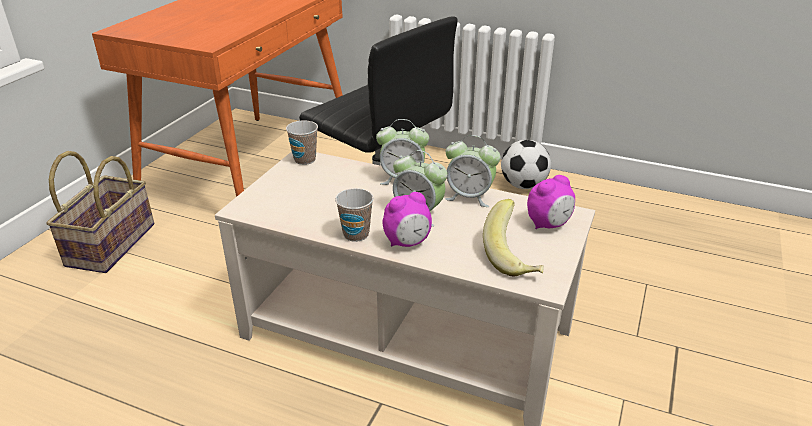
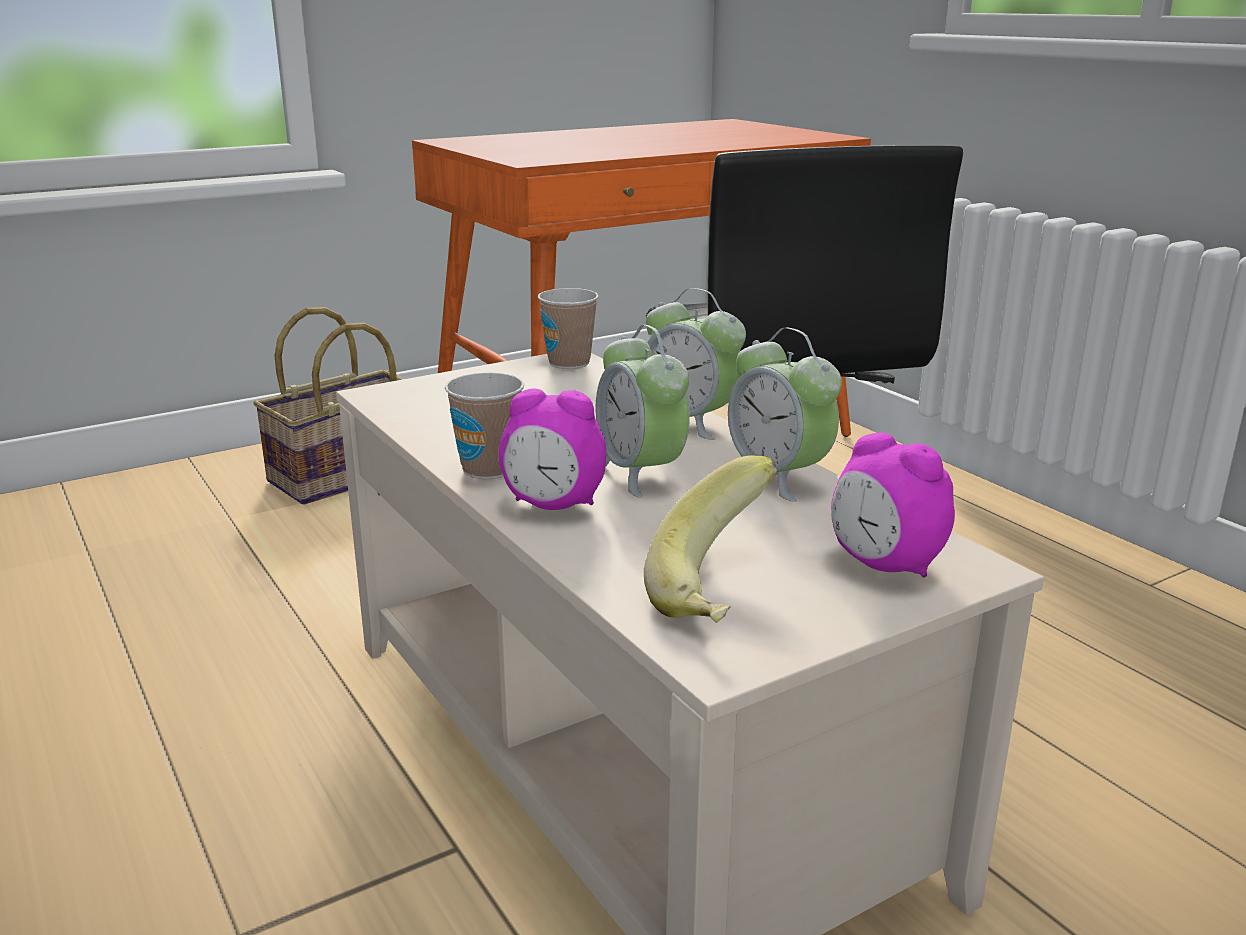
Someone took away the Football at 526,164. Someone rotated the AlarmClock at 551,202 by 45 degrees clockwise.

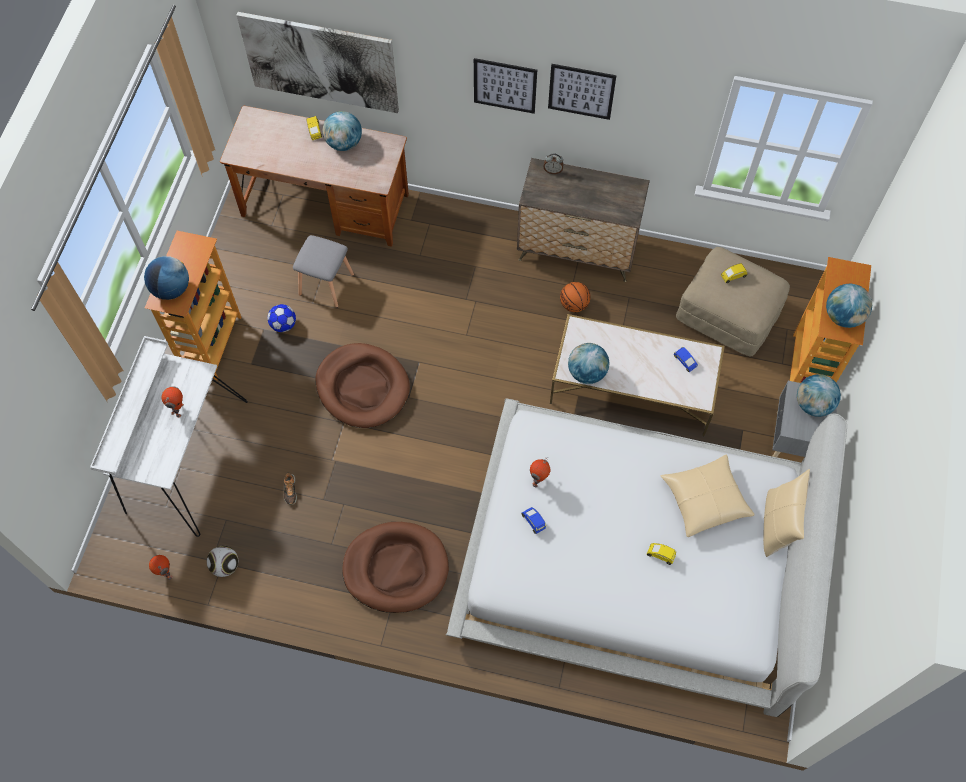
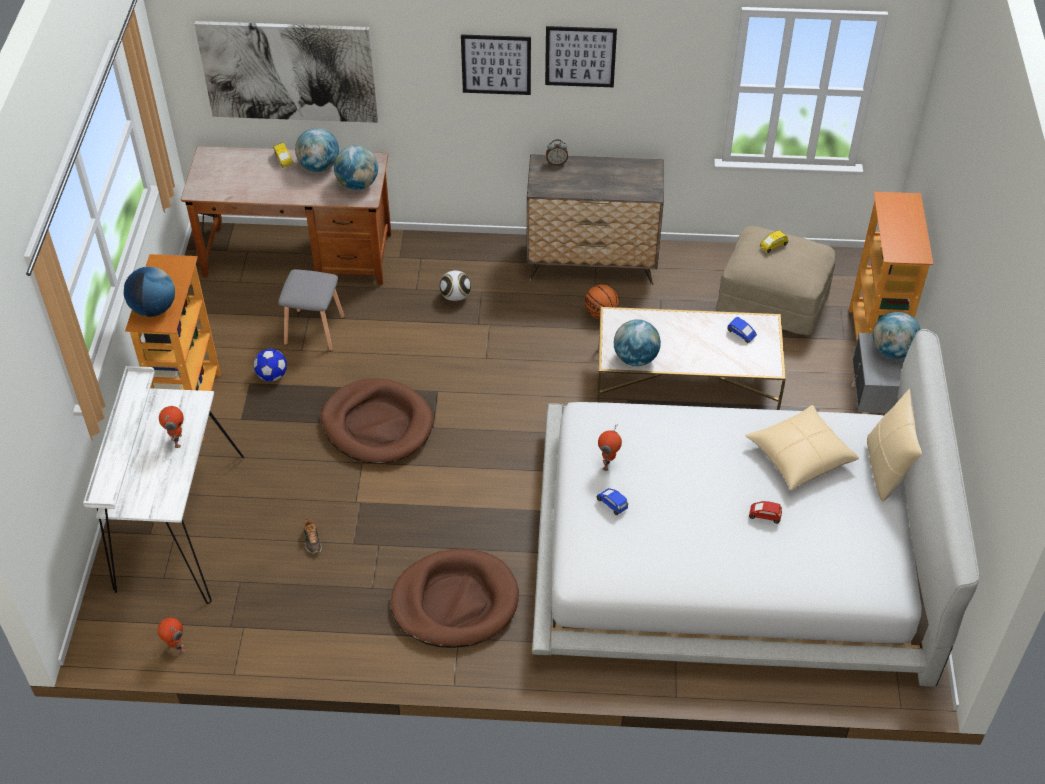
Someone carried the Football from 222,561 to 455,286. Someone repainted the YellowToyCar at 661,554, which became the RedToyCar at 765,512. Someone carried the Globe from 849,306 to 356,167.

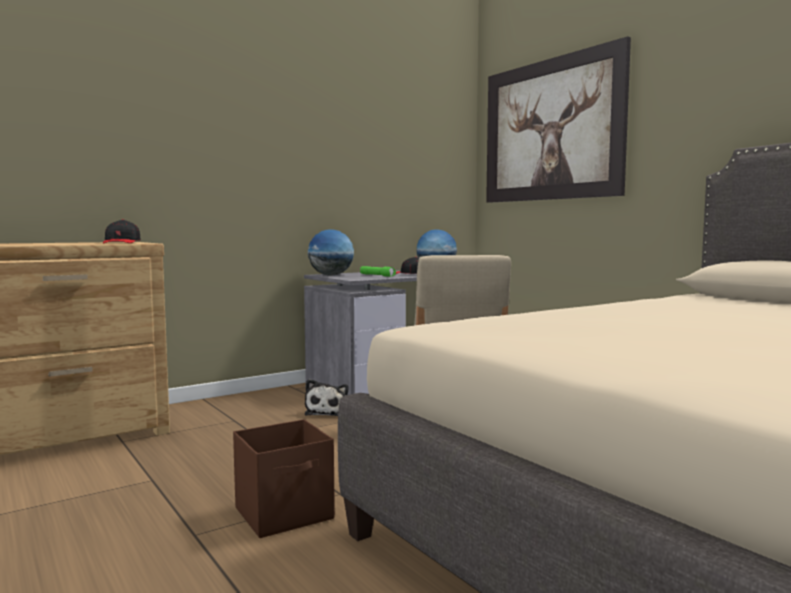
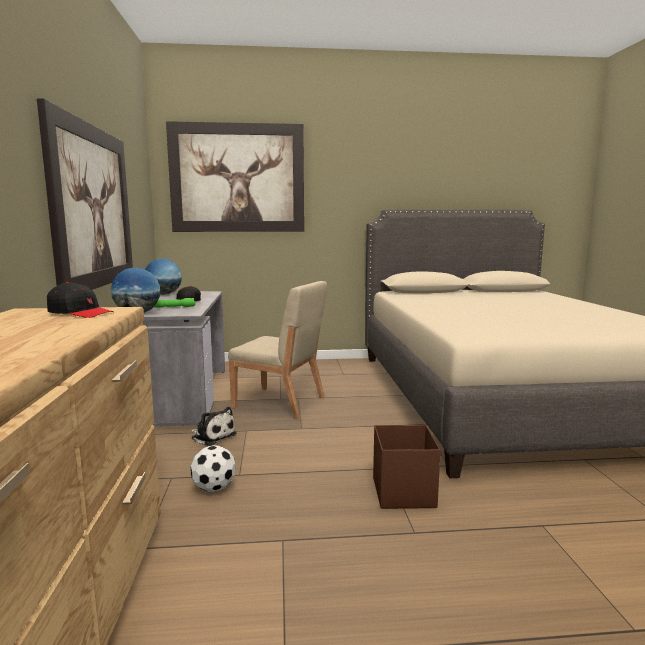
Someone put up the Picture at 85,194. Someone put down the Football at 213,468.

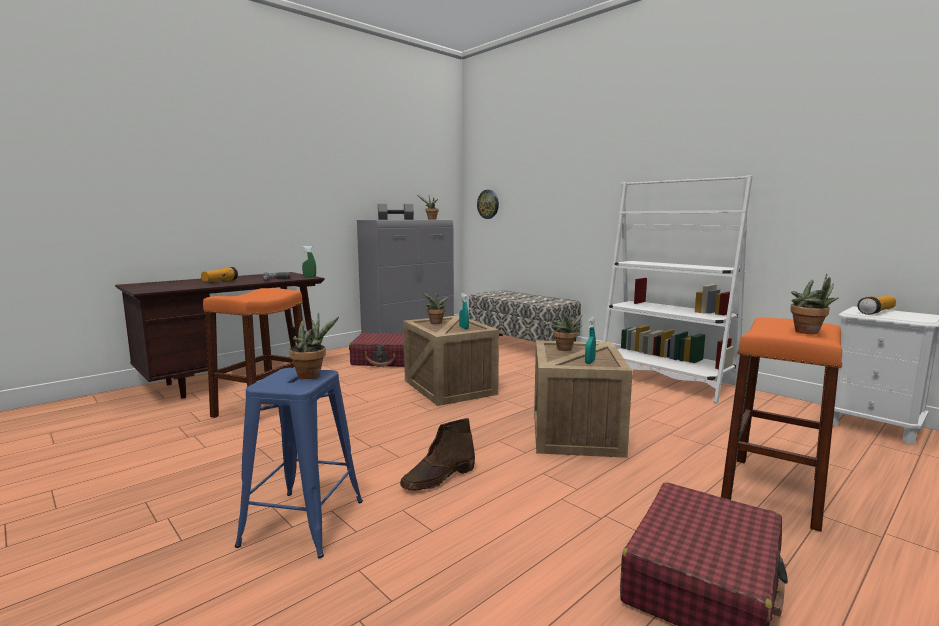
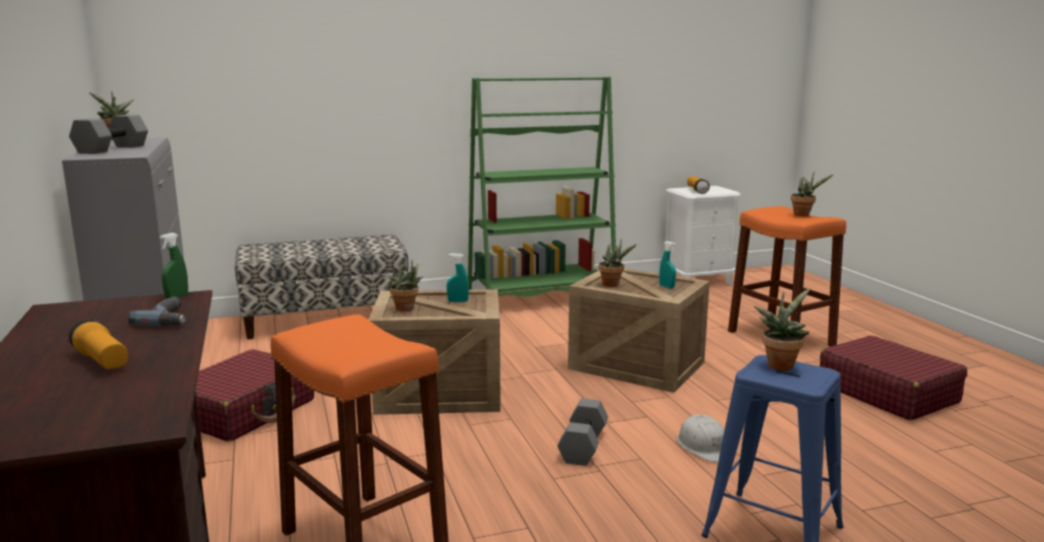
Someone swapped the BrownBoot at 437,454 for the WhiteHardHat at 700,438. Someone took away the WallClock at 488,204. Someone repainted the WhiteBookcase at 677,289, which became the GreenBookcase at 542,186. Someone put down the GreyDumbbell at 582,432.

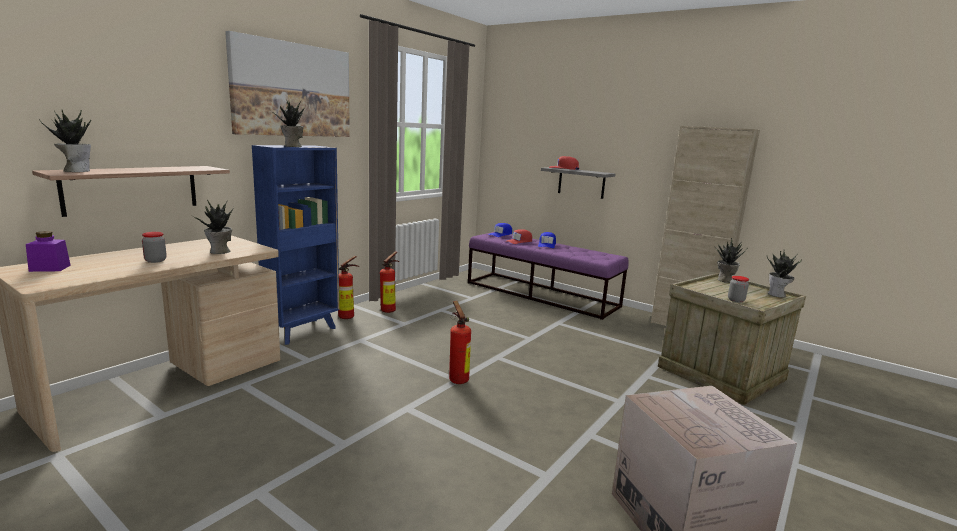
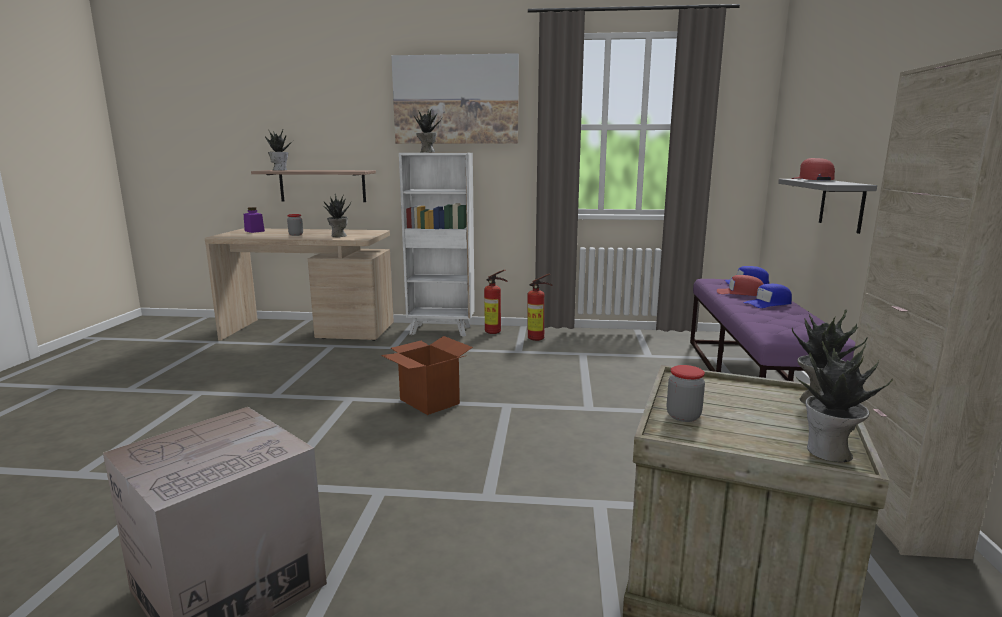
Someone repainted the BlueBookcase at 295,245, which became the WhiteBookcase at 437,245. Someone swapped the FireExtinguisher at 460,342 for the CardboardBox at 427,375.

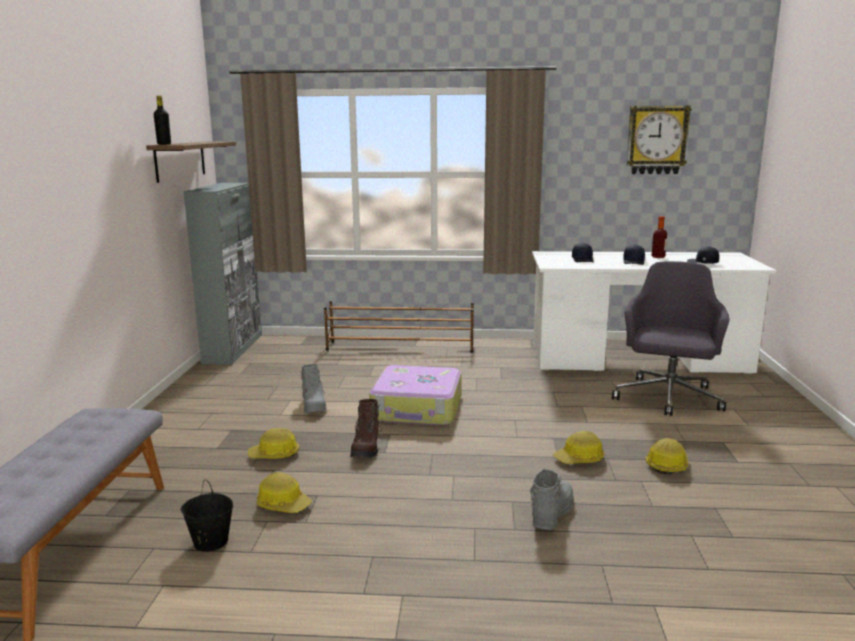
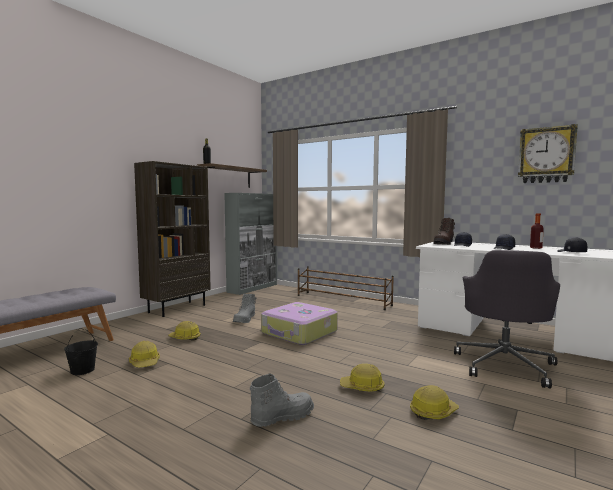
Someone carried the BrownBoot from 366,428 to 444,231. Someone rotated the GreyOfficeChair at 670,338 by 150 degrees clockwise. Someone put down the BrownBookcase at 172,239.

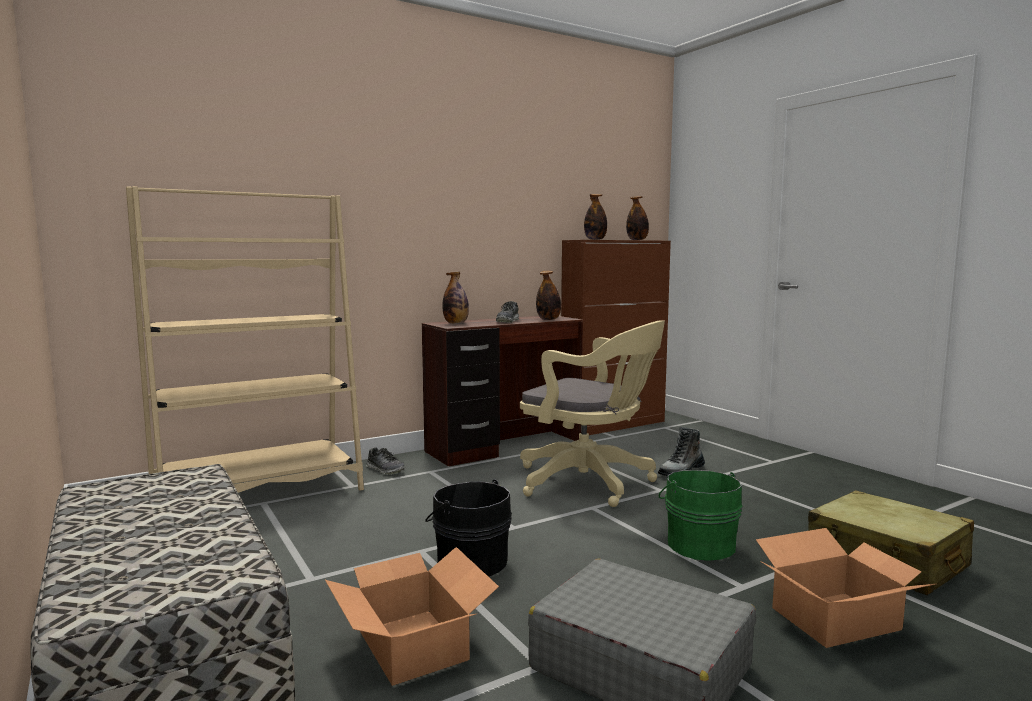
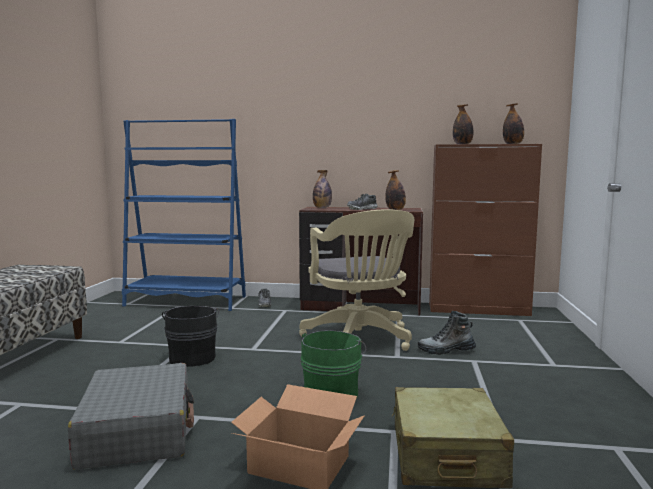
Someone repainted the BeigeBookcase at 245,339, which became the BlueBookcase at 184,215. Someone took away the CardboardBox at 412,616.

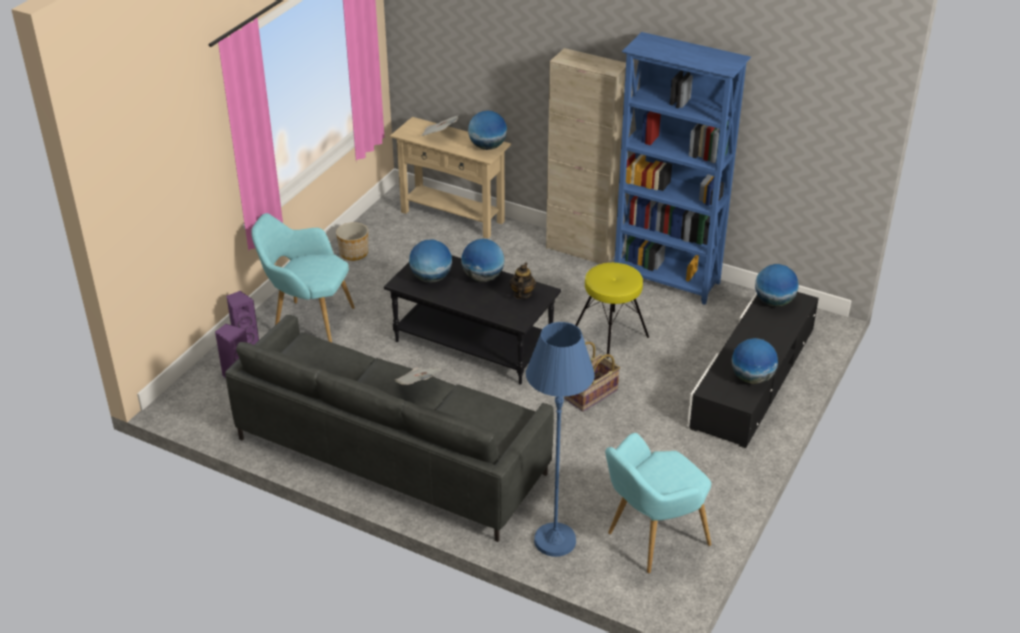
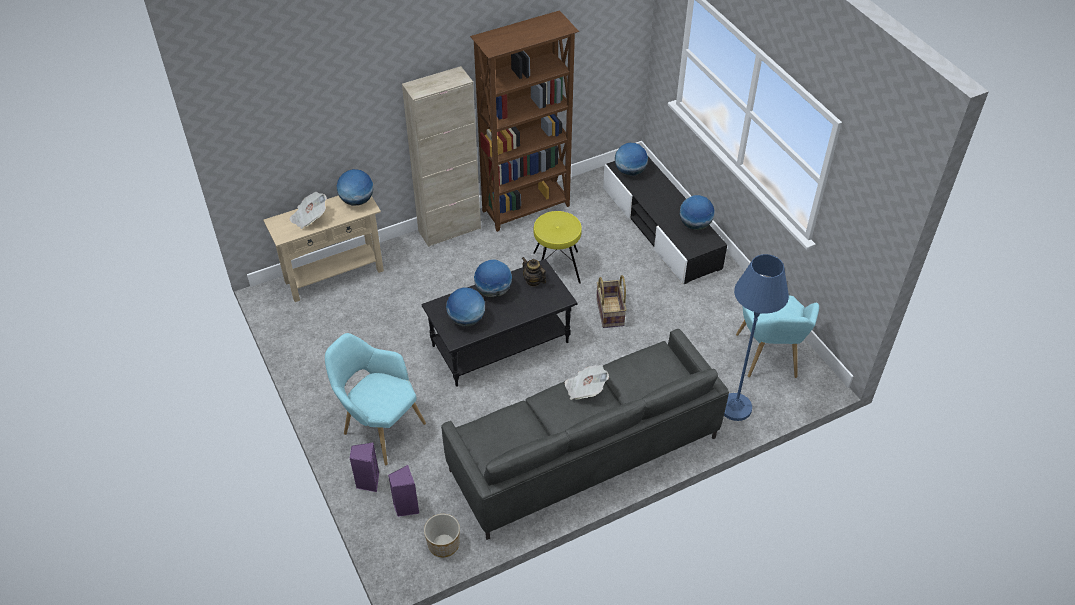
Someone rotated the TurquoiseArmchair at 303,277 by 75 degrees clockwise. Someone carried the Planter from 352,241 to 442,535. Someone repainted the BlueBookcase at 682,168, which became the BrownBookcase at 524,121.

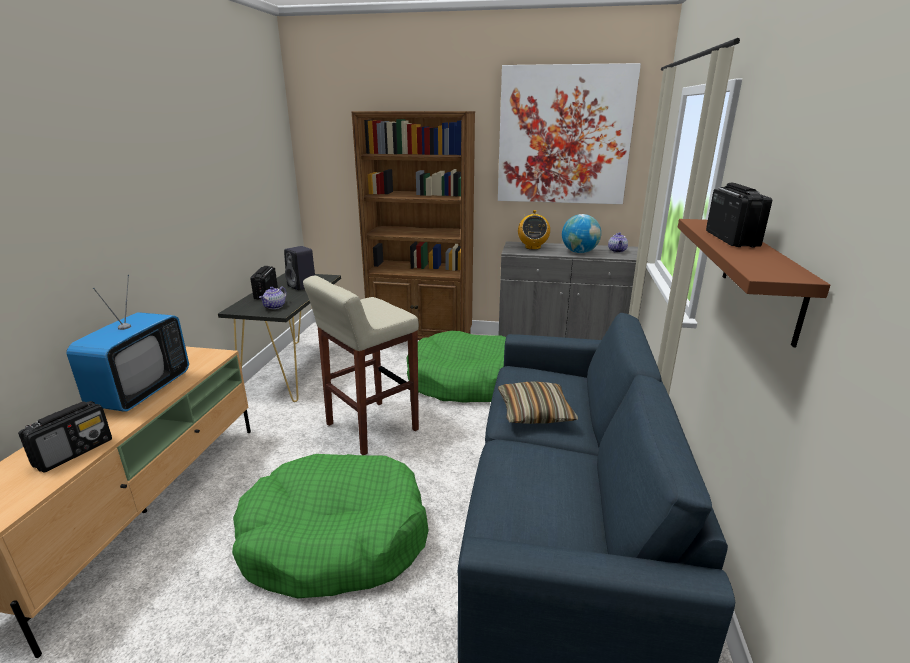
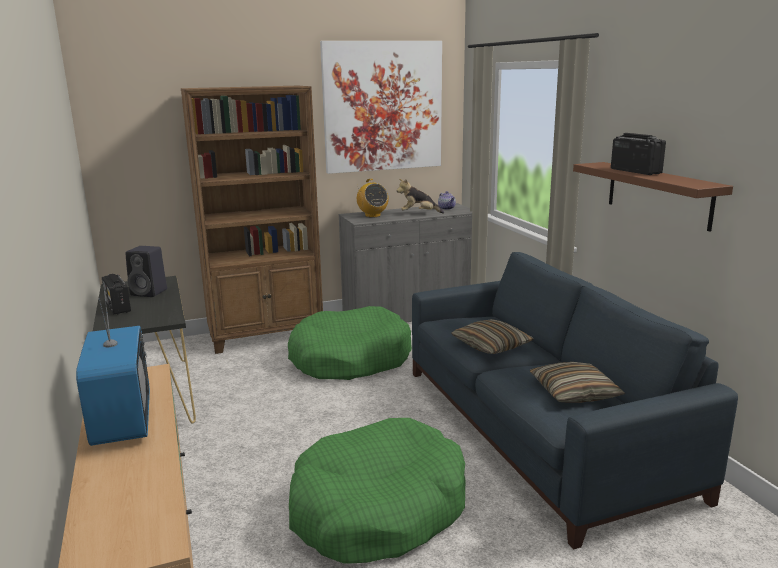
Someone took away the Radio at 65,436. Someone took away the Teapot at 273,297. Someone took away the BeigeStool at 361,365. Someone swapped the Globe at 581,233 for the PlushToy at 420,196. Someone put down the Pillow at 577,382.

